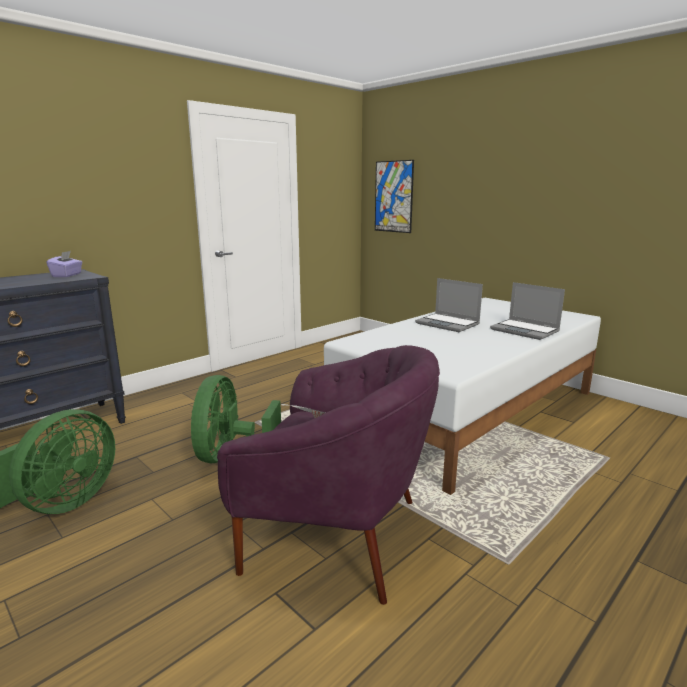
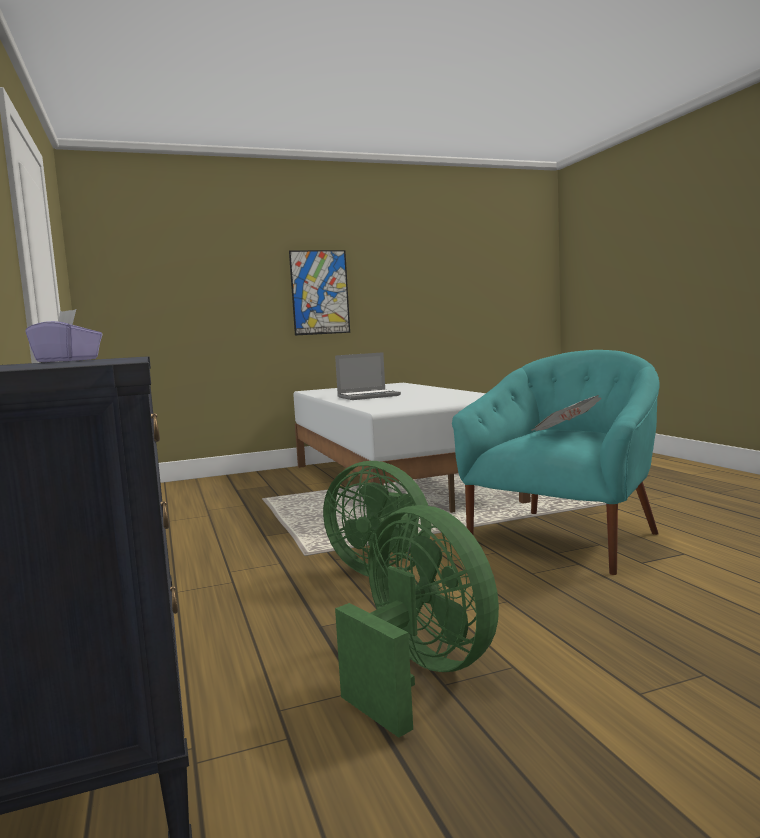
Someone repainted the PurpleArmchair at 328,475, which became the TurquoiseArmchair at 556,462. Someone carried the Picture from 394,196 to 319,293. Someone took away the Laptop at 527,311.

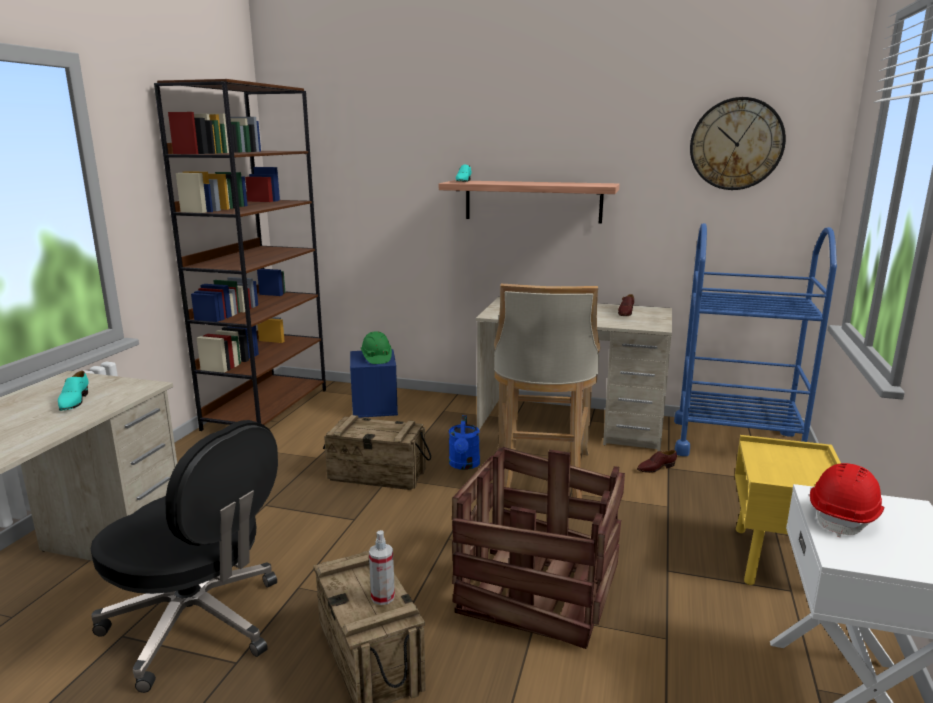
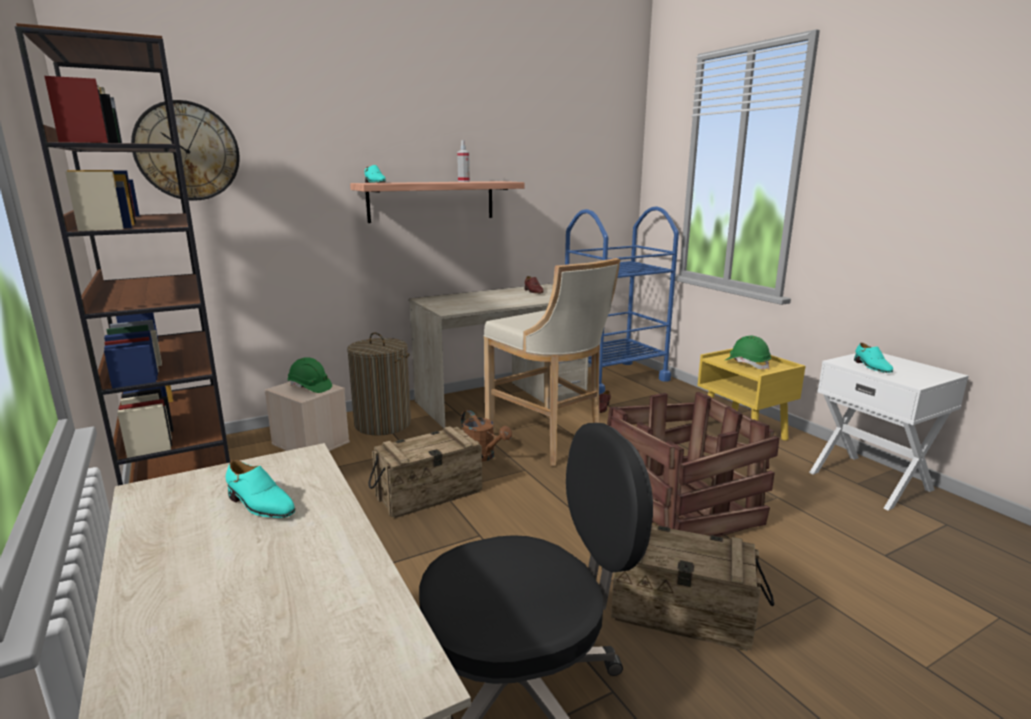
Someone repainted the BlueStorageBox at 374,383, which became the BeigeStorageBox at 307,416. Someone carried the SprayBottle from 382,567 to 463,161. Someone repainted the BlueWateringCan at 464,442, which became the BrownWateringCan at 486,435. Someone carried the WallClock from 738,143 to 185,150. Someone swapped the RedHardHat at 847,500 for the TurquoiseShoe at 873,358. Someone put down the LaundryBasket at 379,384. Someone put down the GreenHardHat at 747,352.

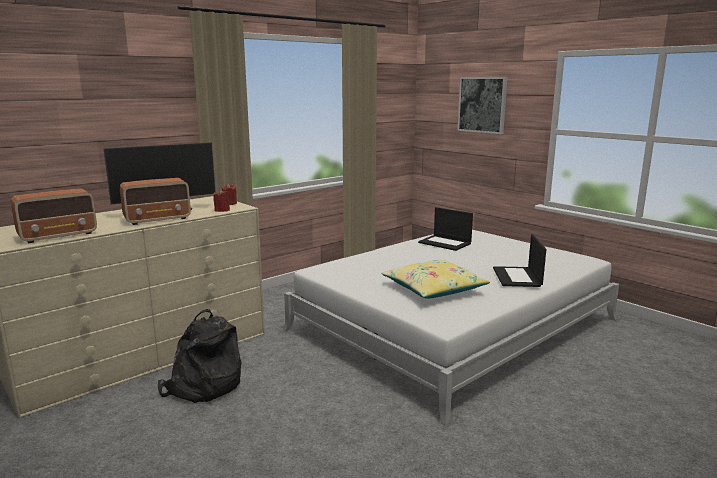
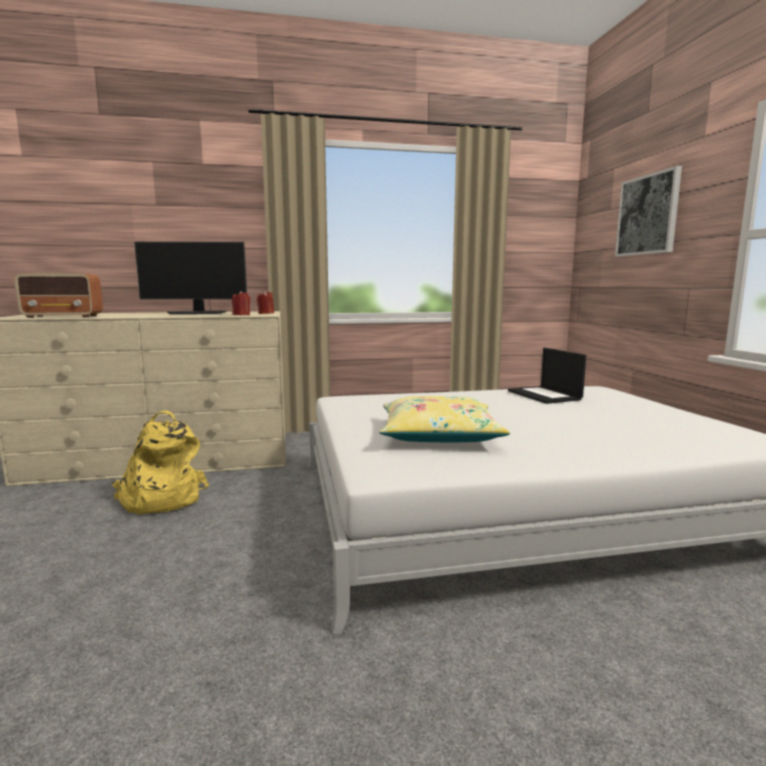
Someone took away the Radio at 155,201. Someone repainted the BlackBackpack at 200,356, which became the YellowBackpack at 160,462. Someone took away the Laptop at 519,260.

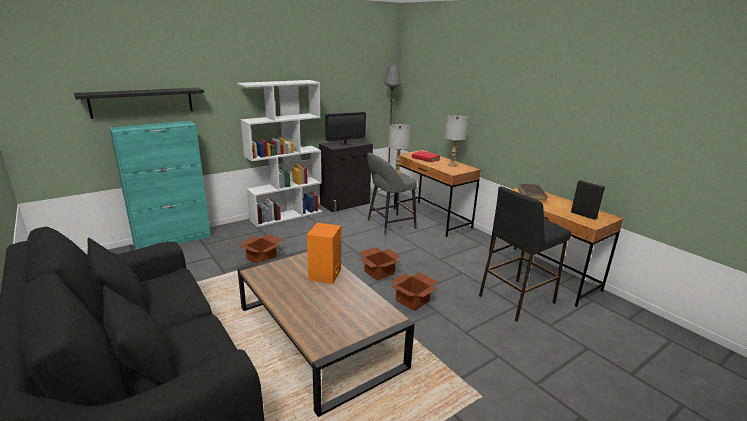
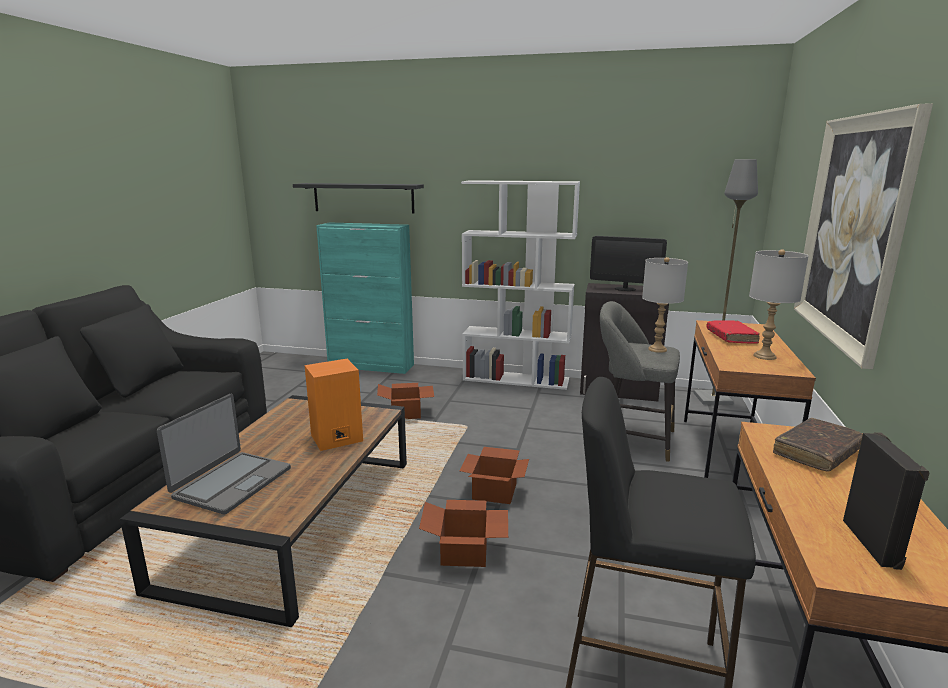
Someone put down the Laptop at 224,454. Someone put up the Picture at 863,236.

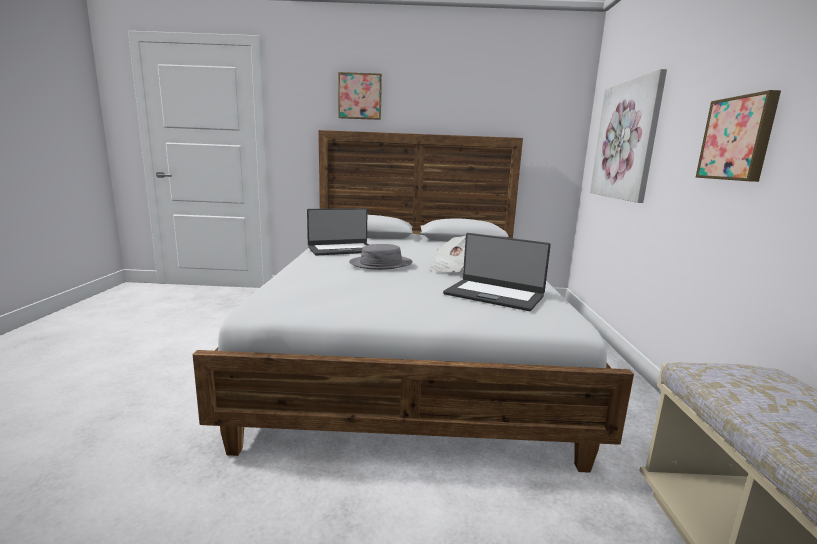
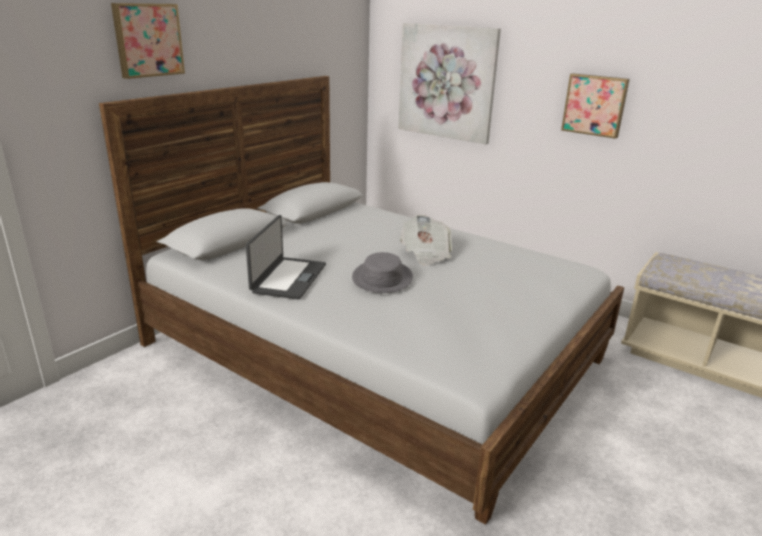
Someone took away the Laptop at 497,272.

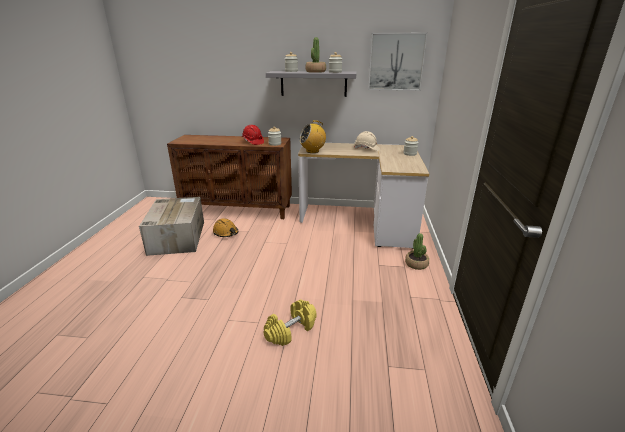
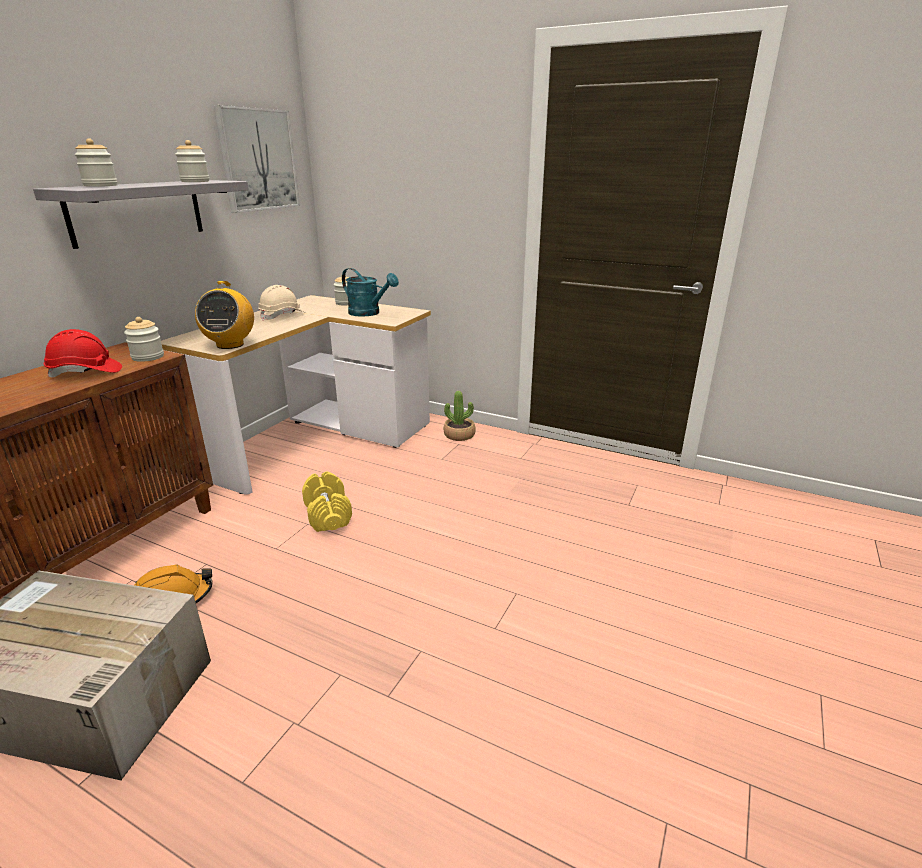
Someone carried the YellowDumbbell from 290,323 to 327,502. Someone took away the PottedPlant at 315,55. Someone put down the TurquoiseWateringCan at 370,292.

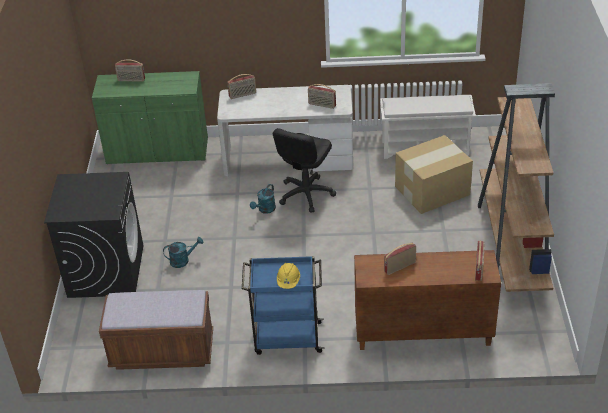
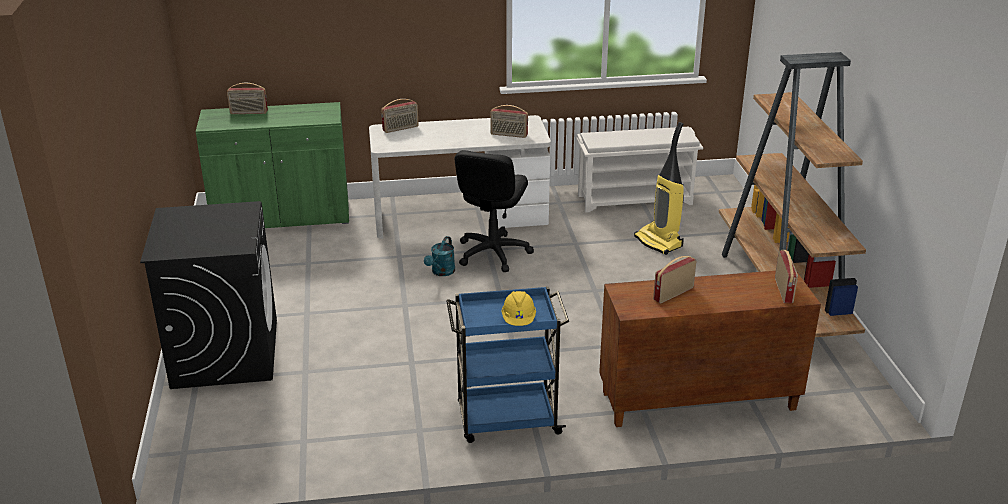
Someone took away the BrownBench at 156,330. Someone took away the TurquoiseWateringCan at 183,252. Someone swapped the CardboardBox at 434,174 for the VacuumCleaner at 659,188.

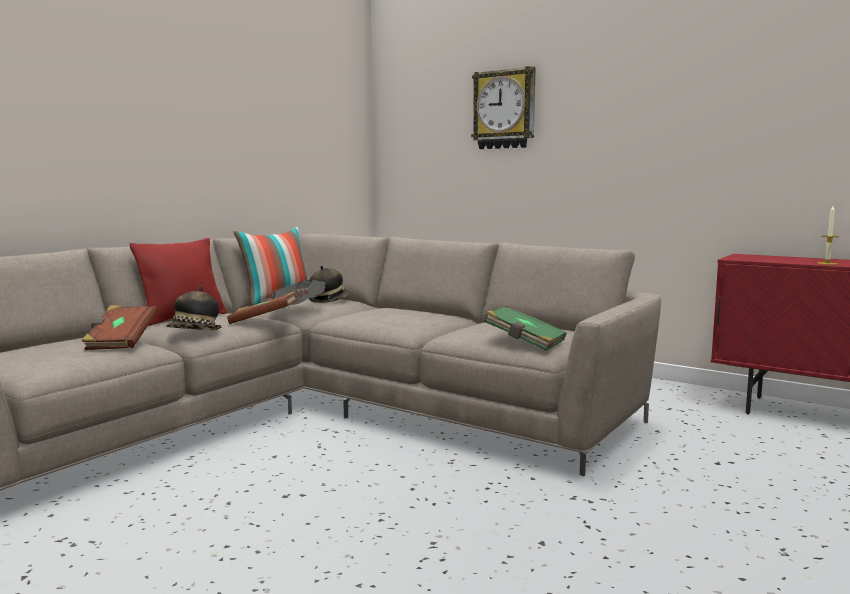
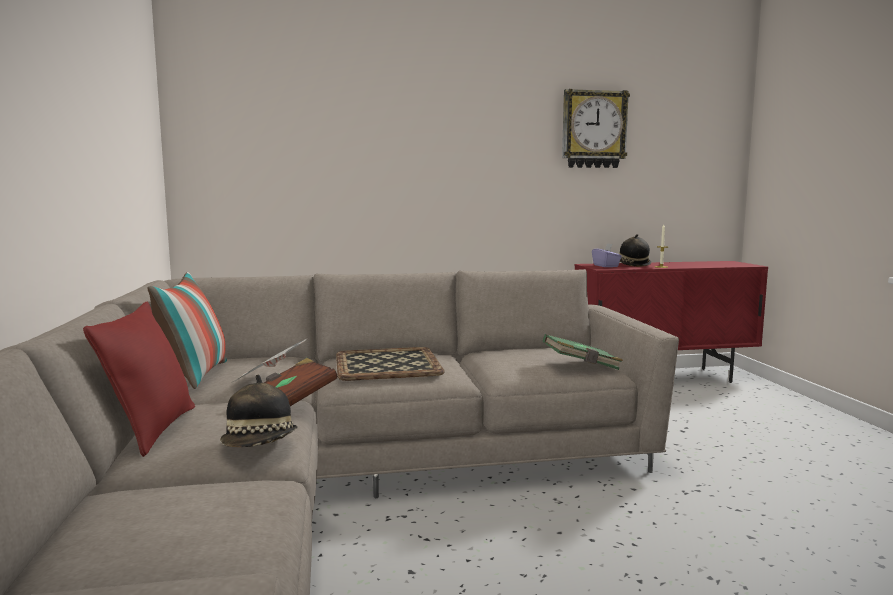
Someone took away the BrownBook at 119,327. Someone carried the Hat from 329,284 to 635,250. Someone carried the WallClock from 503,107 to 596,128. Someone put down the Tray at 390,364. Someone put down the PurpleTissueBox at 607,255.

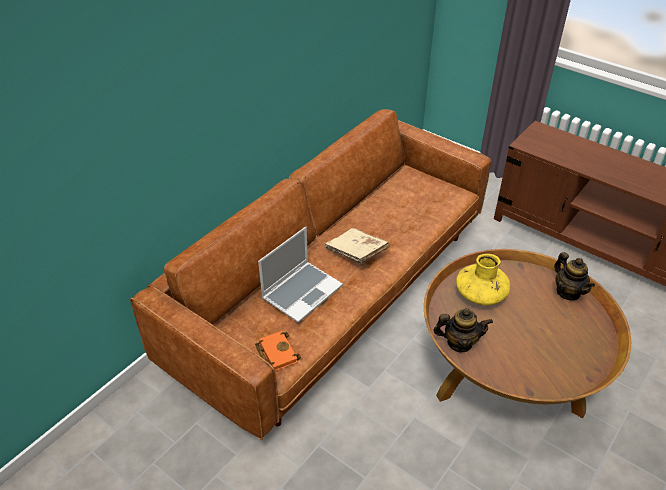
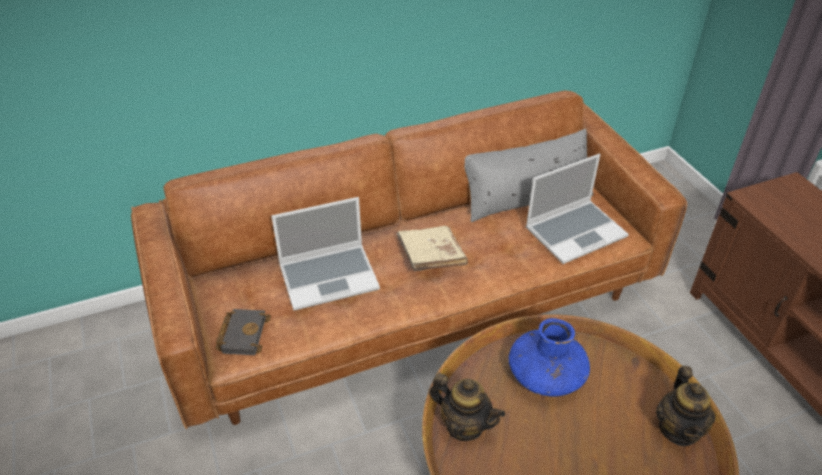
Someone repainted the OrangeBook at 278,351, which became the BlackBook at 243,332. Someone repainted the YellowVase at 483,280, which became the BlueVase at 549,357. Someone put down the GreyPillow at 529,175. Someone put down the Laptop at 577,209.

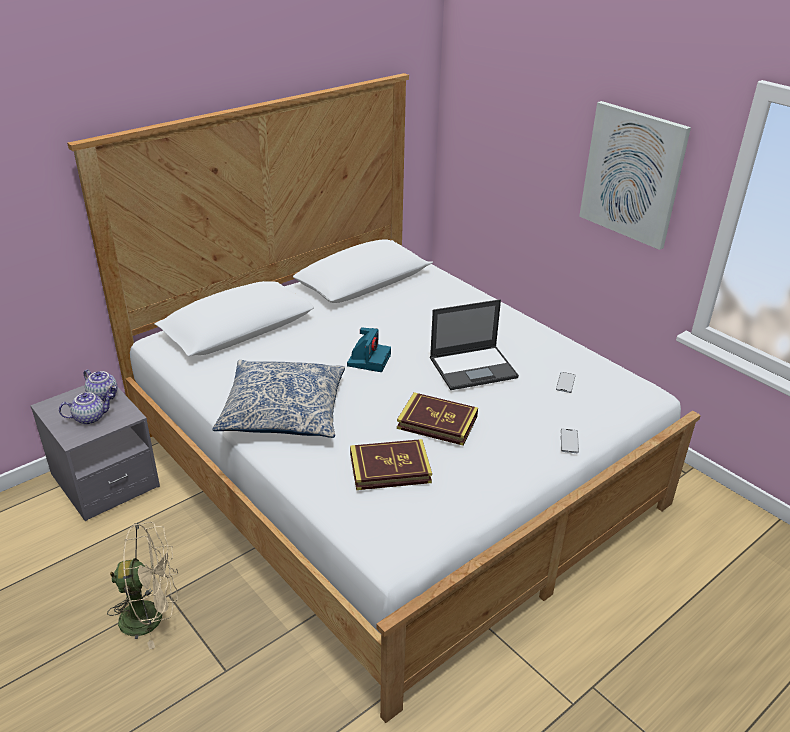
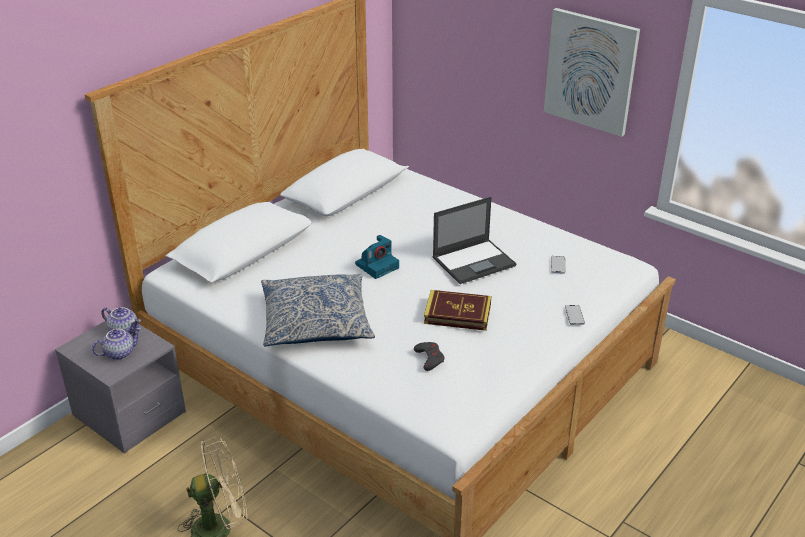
Someone rotated the PhotoCamera at 369,349 by 45 degrees clockwise. Someone swapped the Book at 391,464 for the GreyGameController at 429,356.

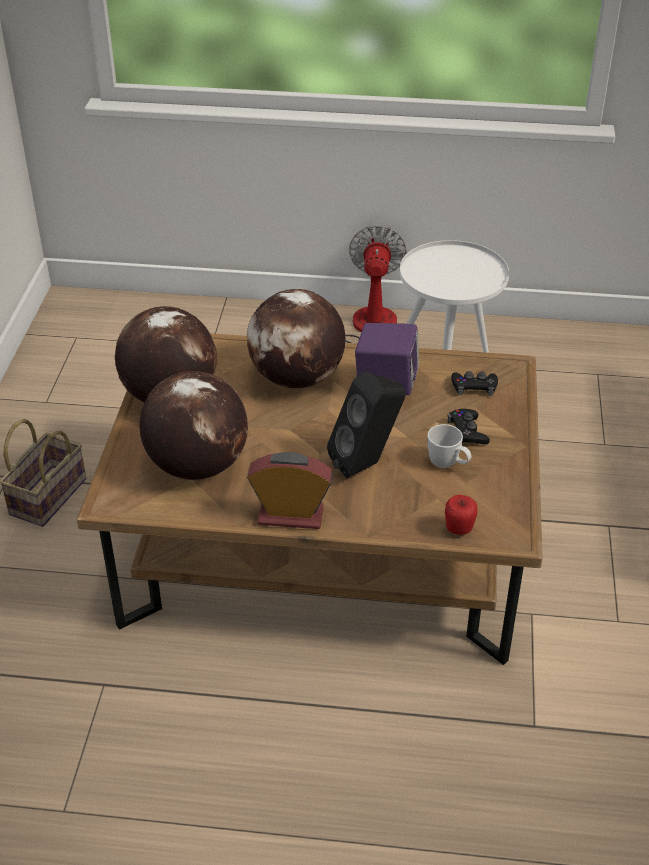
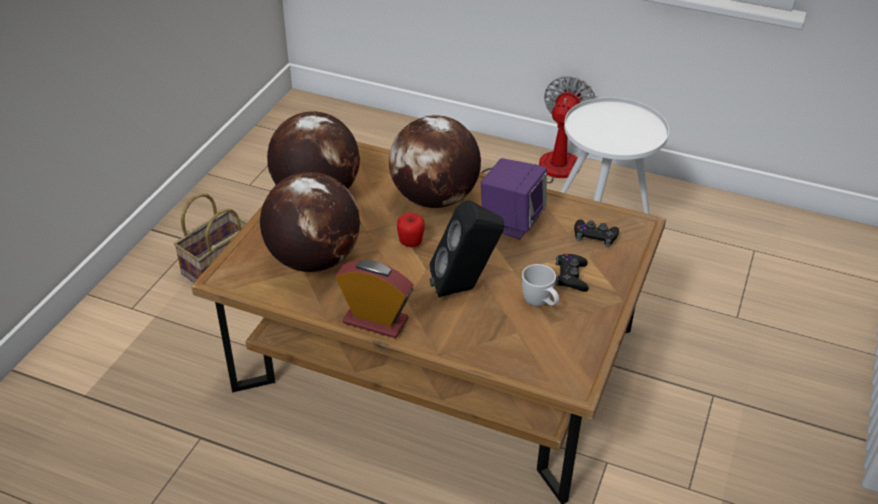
Someone carried the Apple from 461,515 to 411,230.

